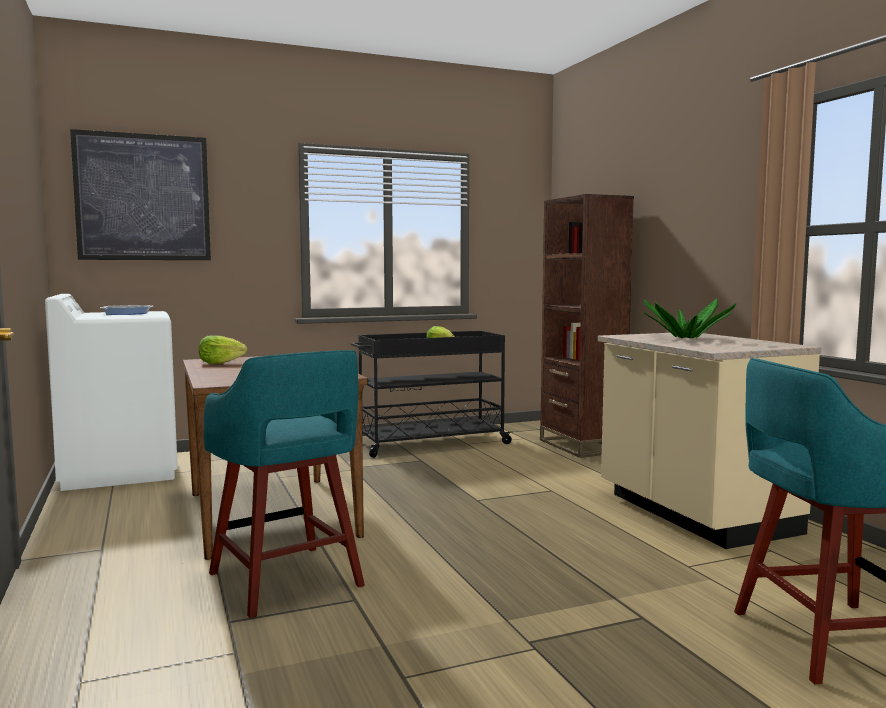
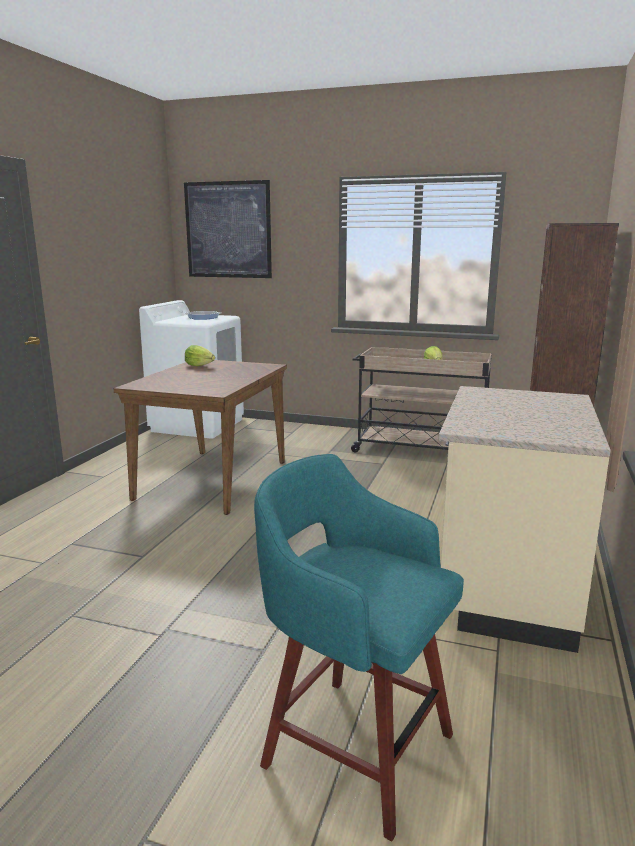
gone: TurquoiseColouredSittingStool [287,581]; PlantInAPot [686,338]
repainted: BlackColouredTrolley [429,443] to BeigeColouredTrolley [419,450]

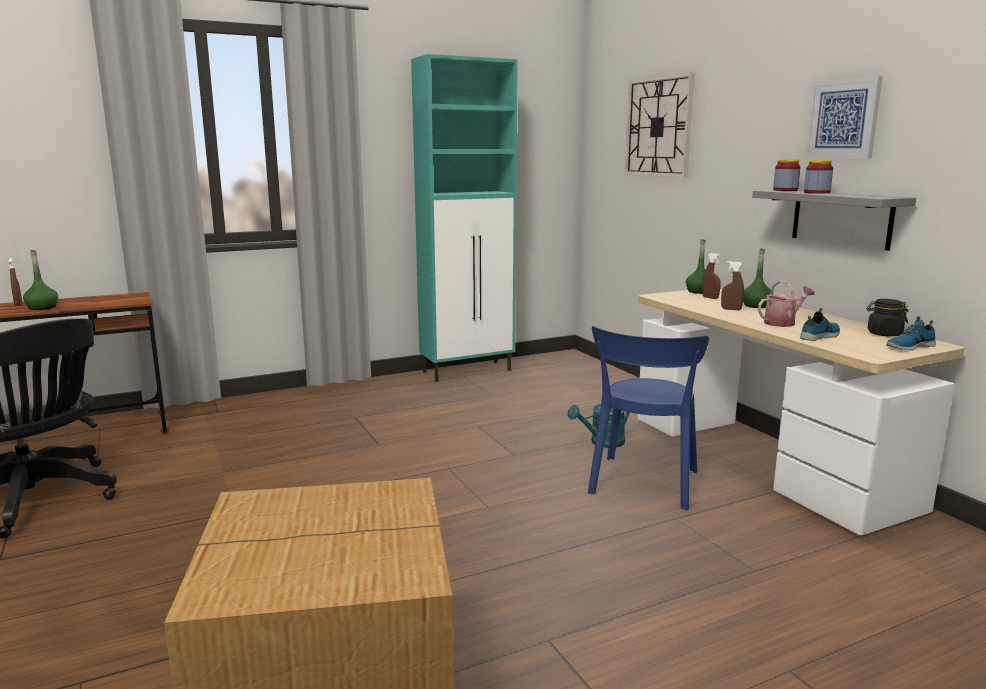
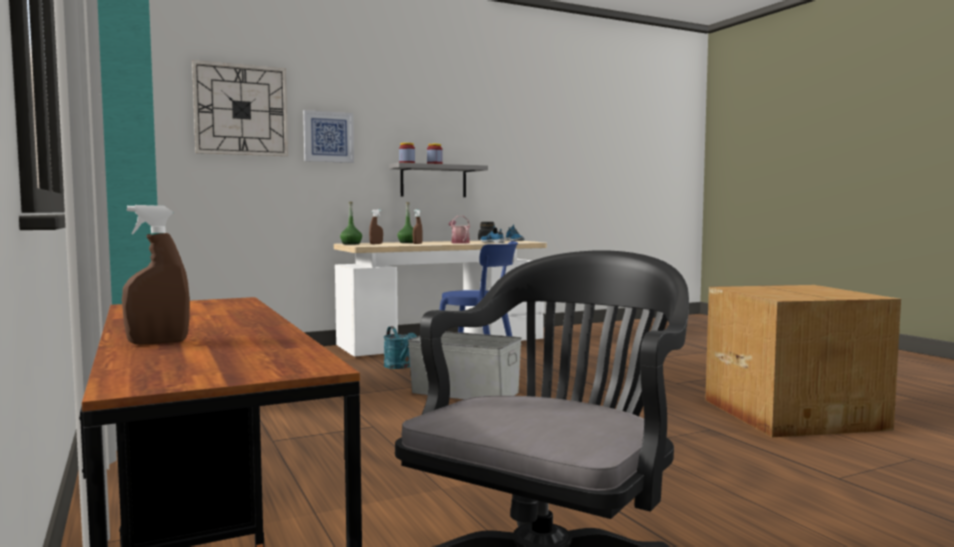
gone: GreenishBottle [42,307]
new: GrayStorageBin [465,392]
shifted: WallPicture [843,119] to [328,137]

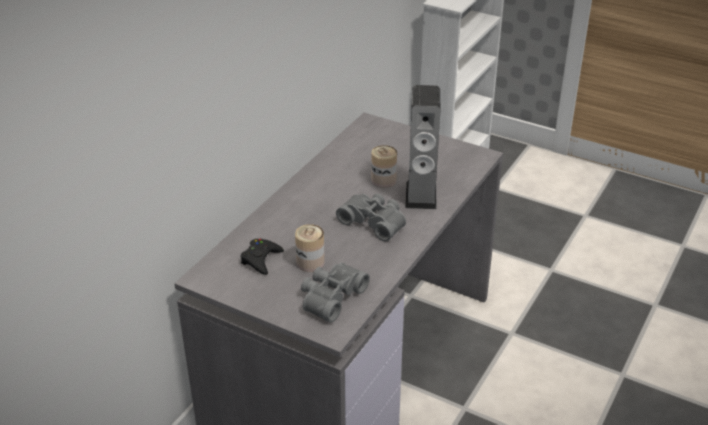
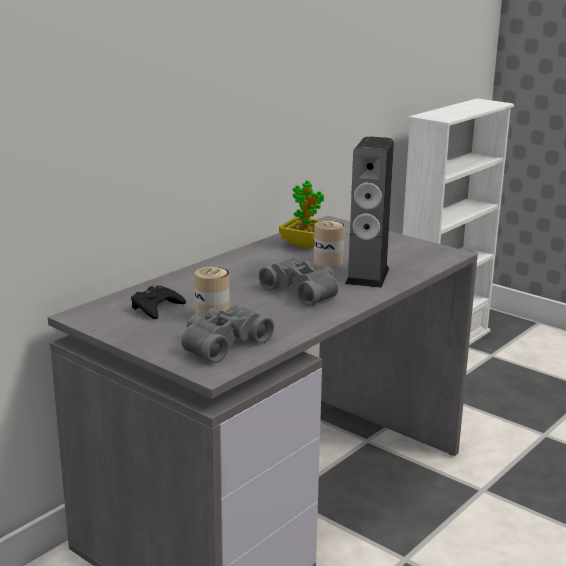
new: PlantInAPot [305,244]

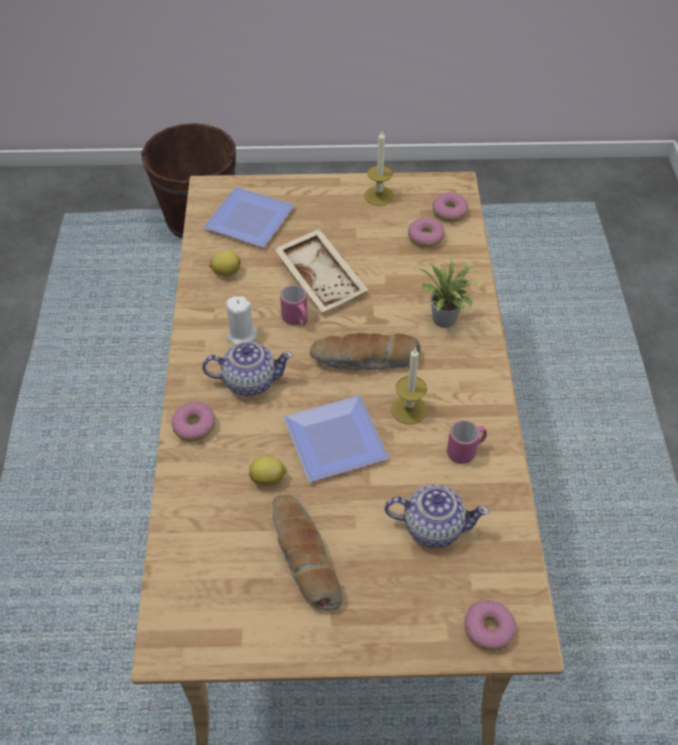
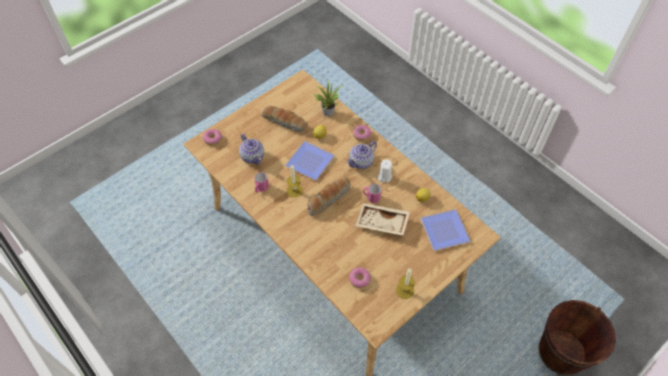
gone: Donut [449,212]
shifted: PlantInAPot [444,321] to [327,111]
rotated: PotForTea [432,526] = [252,156] 90 degrees counterclockwise

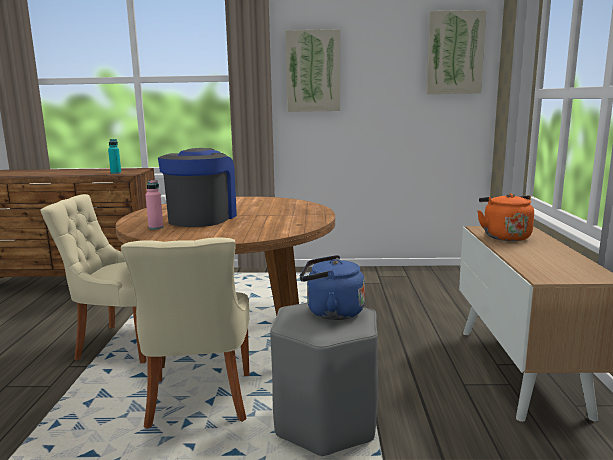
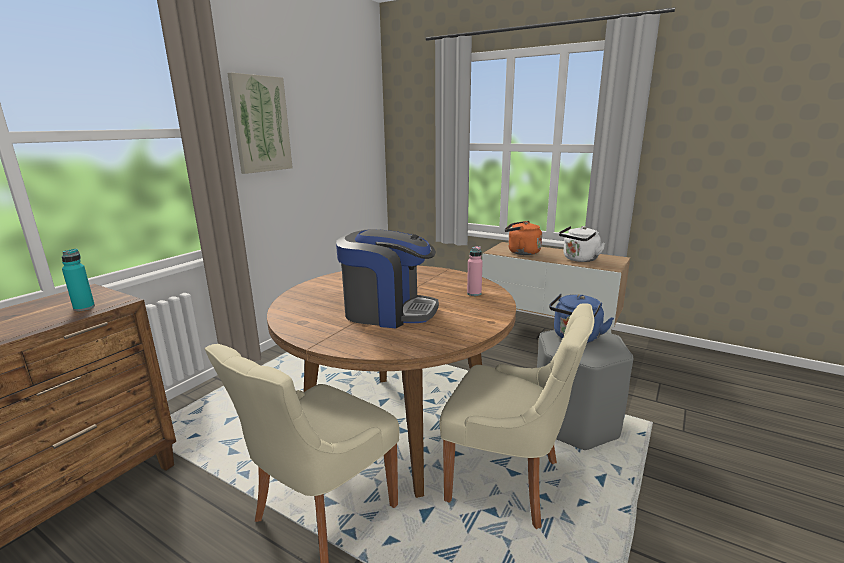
gone: WallPicture [455,53]
new: WhiteKettle [579,259]
shifted: PinkishBottle [156,228] to [474,293]
rotated: CoffeeMaker [202,218] = [388,312] 150 degrees clockwise

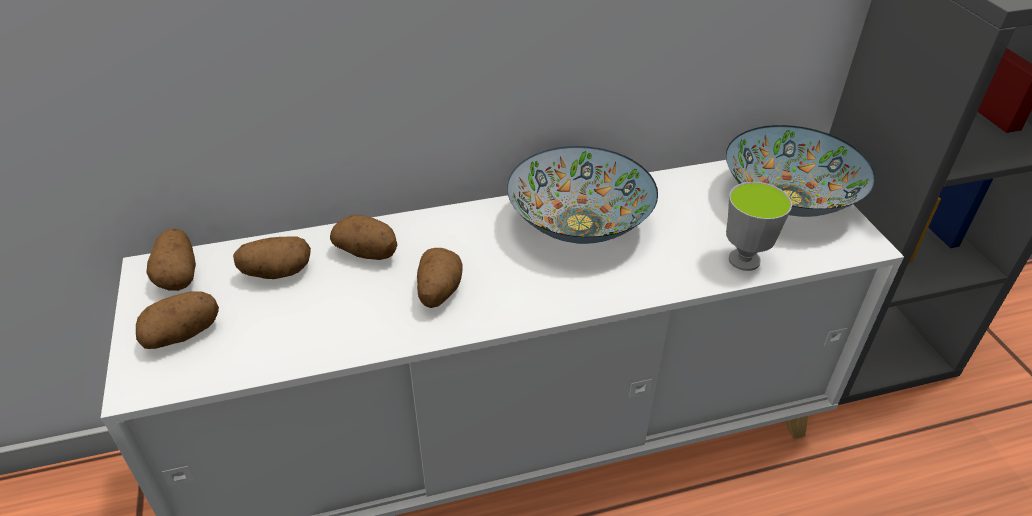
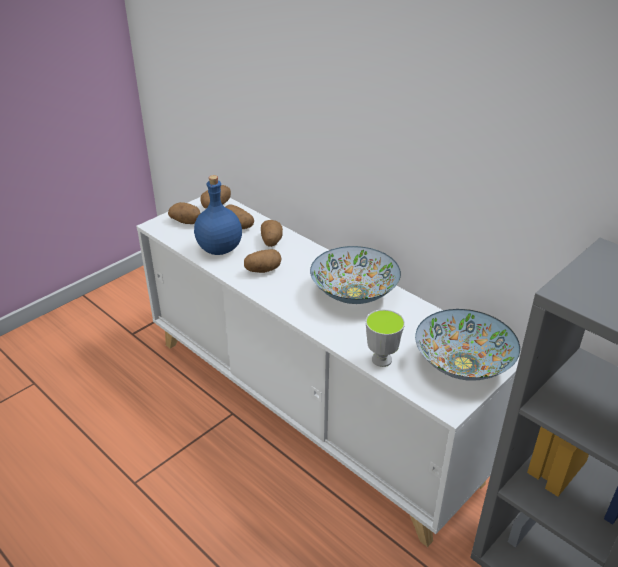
new: BlueColouredBottle [219,249]

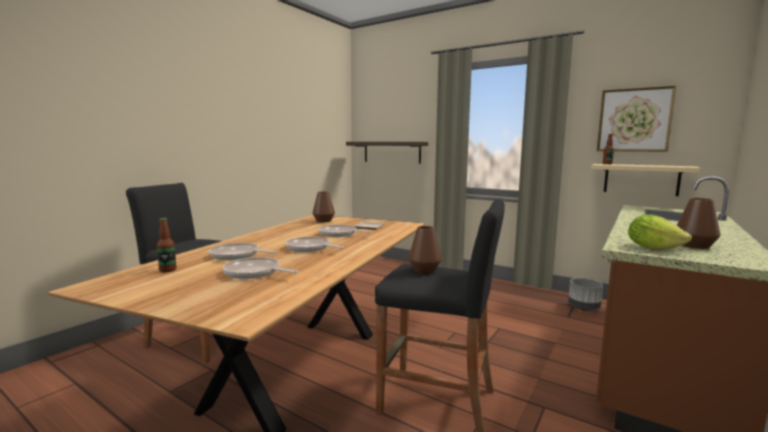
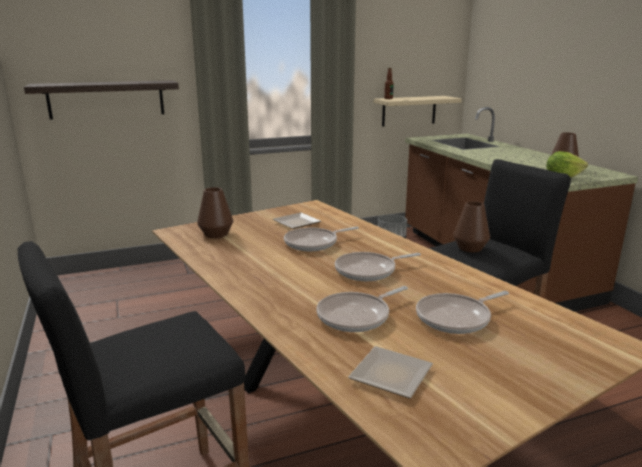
gone: WallPicture [634,120]
swapped: Bottle [168,270] to DinnerPlate [389,373]

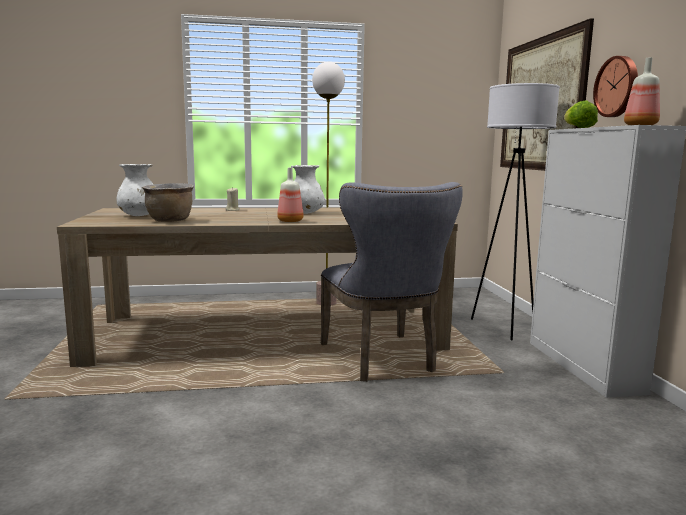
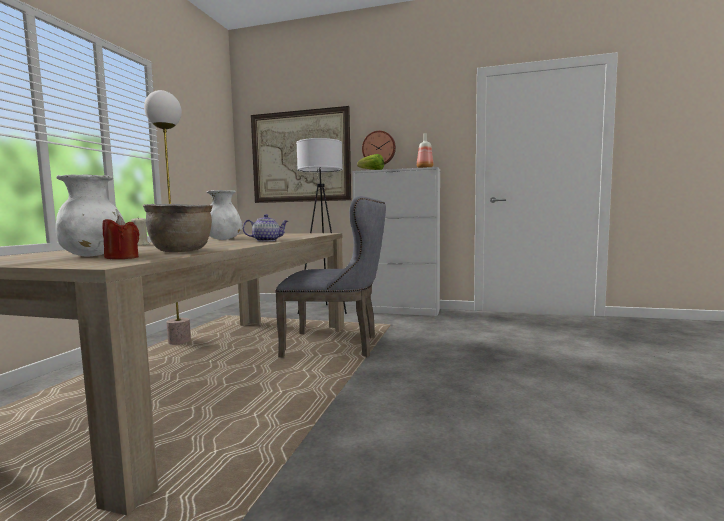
new: ReddishWaxLight [122,258]
swapped: Bottle [290,221] to PotForTea [267,240]

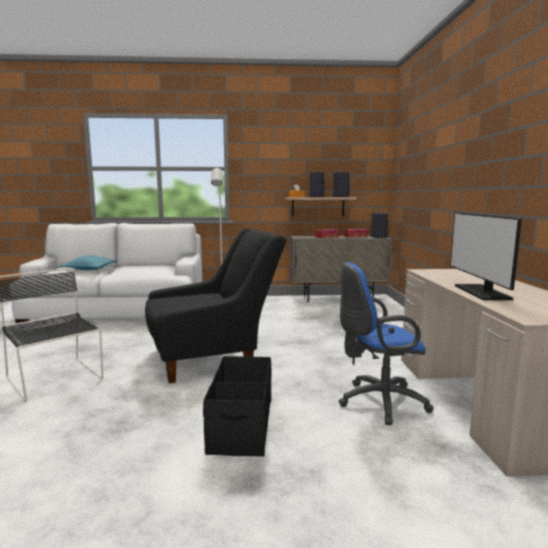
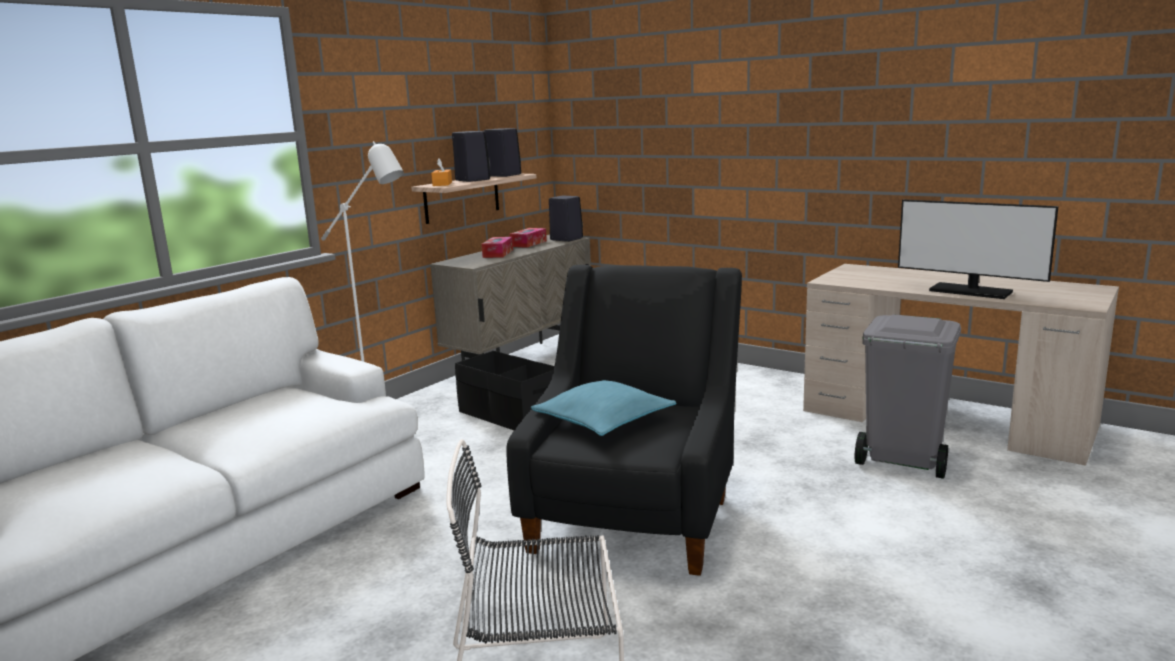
shifted: BlackColouredStorageBin [241,425] to [509,415]; TurquoiseColouredPillow [90,269] to [604,421]
swapped: BlueColouredDeskChair [378,402] to GrayWasteBin [902,461]

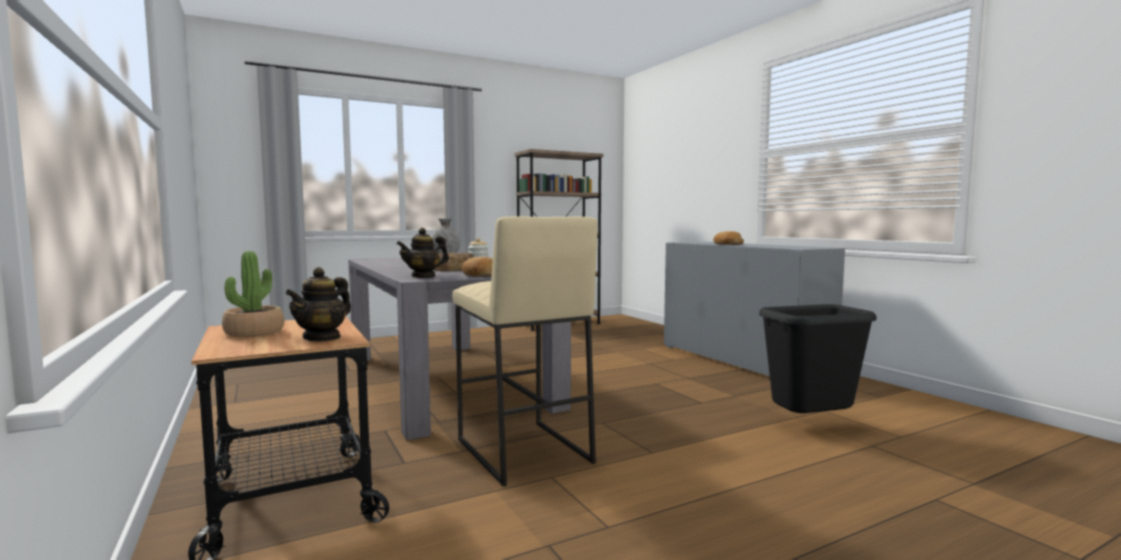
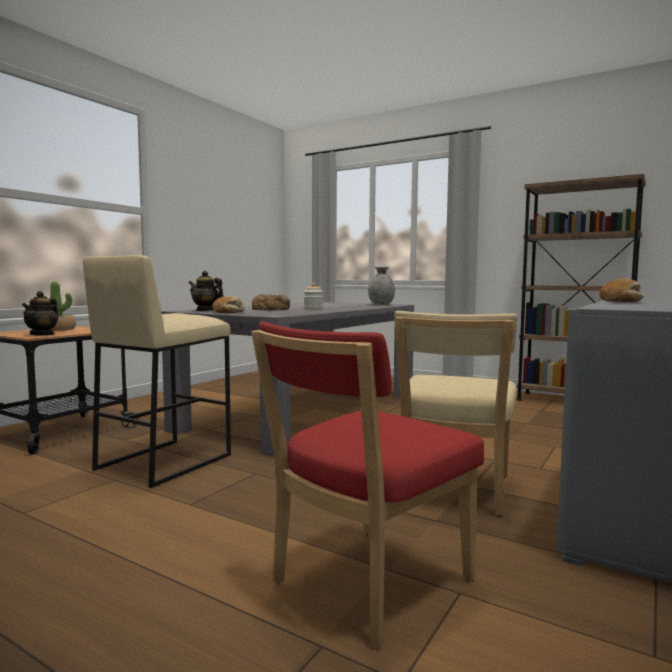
new: BeigeColouredPlainChair [453,491]
swapped: BlackColouredWasteBin [810,426] to ReddishPlainChair [365,584]
rotated: PotForTea [322,337] = [42,334] 75 degrees counterclockwise

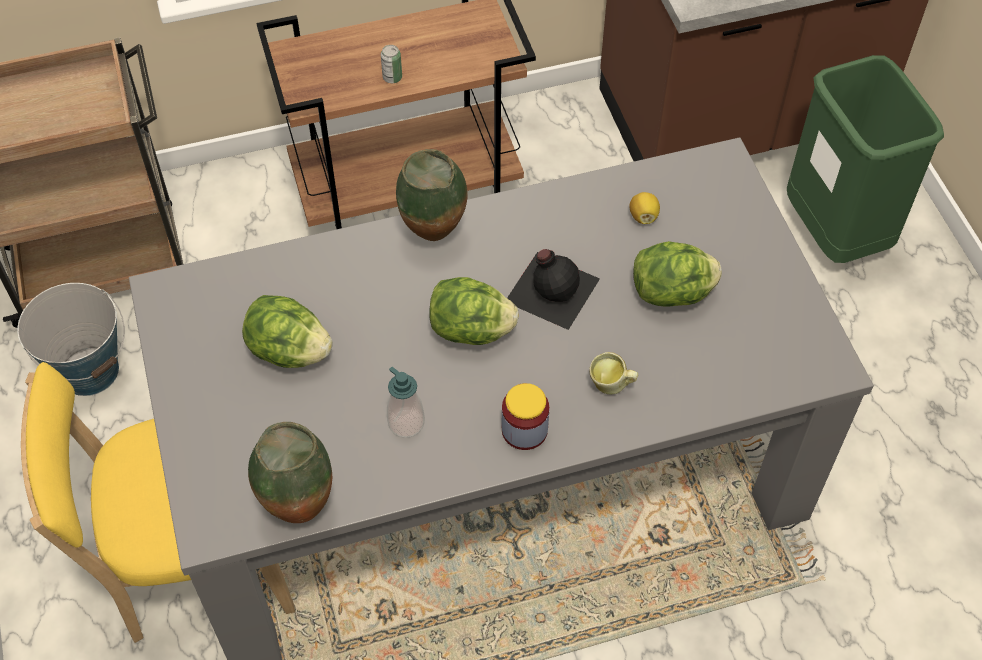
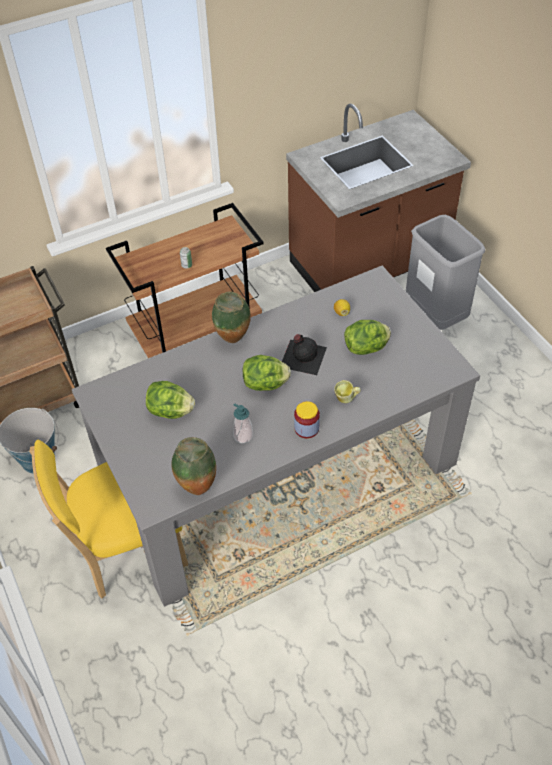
repainted: GreenishWasteBin [835,234] to GrayWasteBin [435,316]

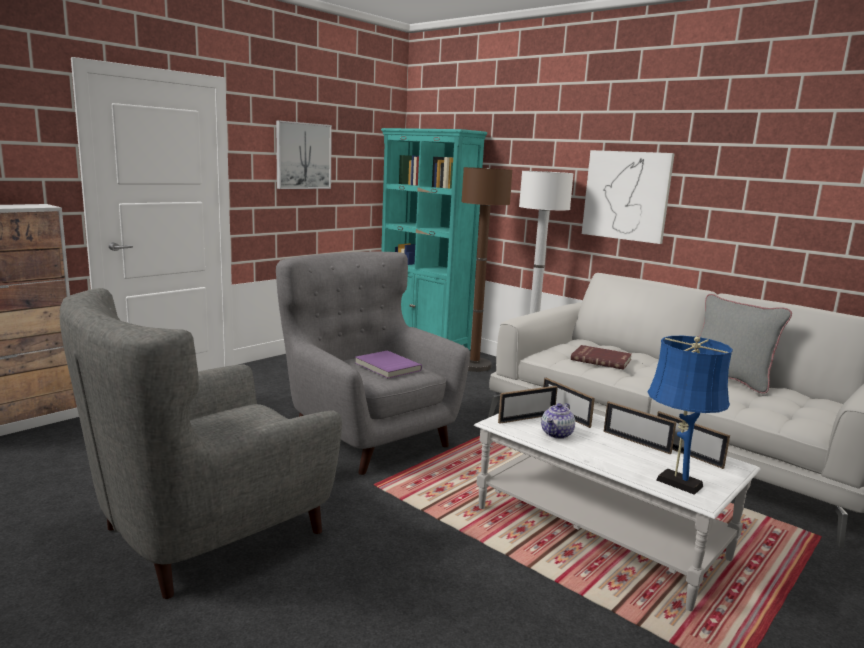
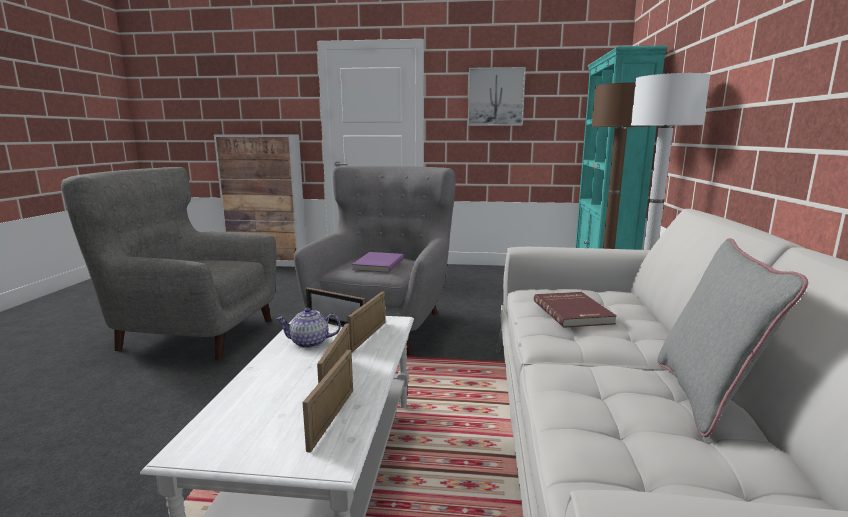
gone: WallPicture [626,195]; BlueColouredTableLamp [675,481]

